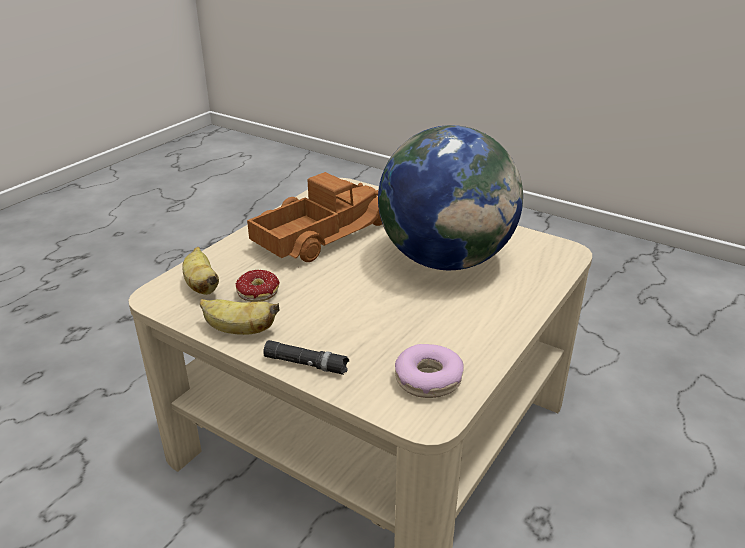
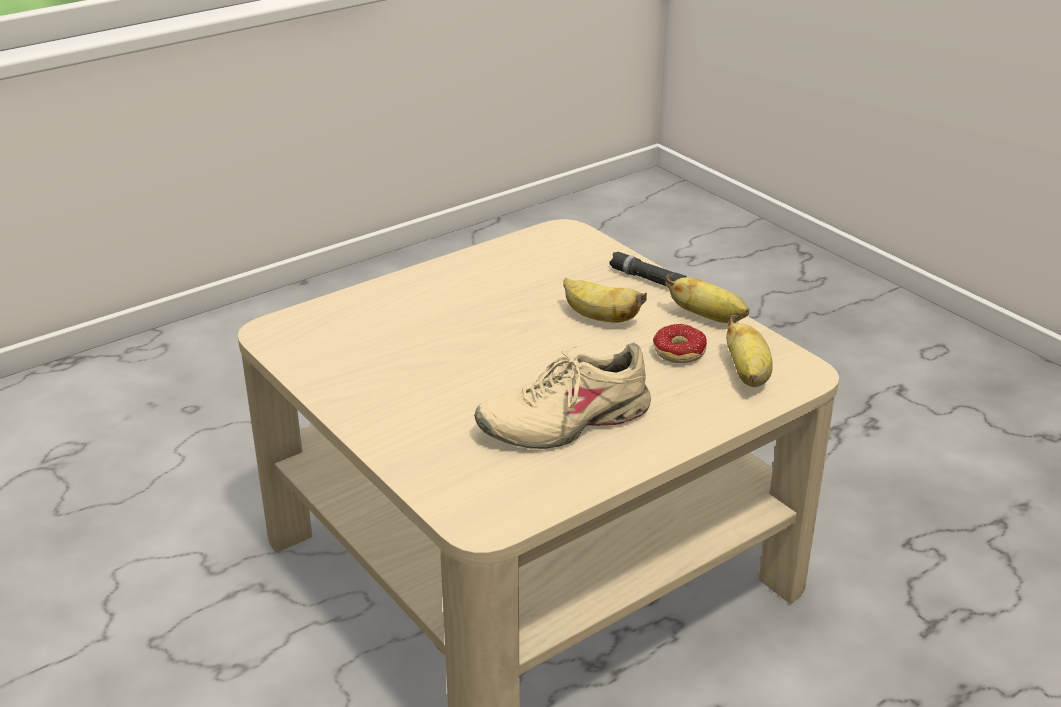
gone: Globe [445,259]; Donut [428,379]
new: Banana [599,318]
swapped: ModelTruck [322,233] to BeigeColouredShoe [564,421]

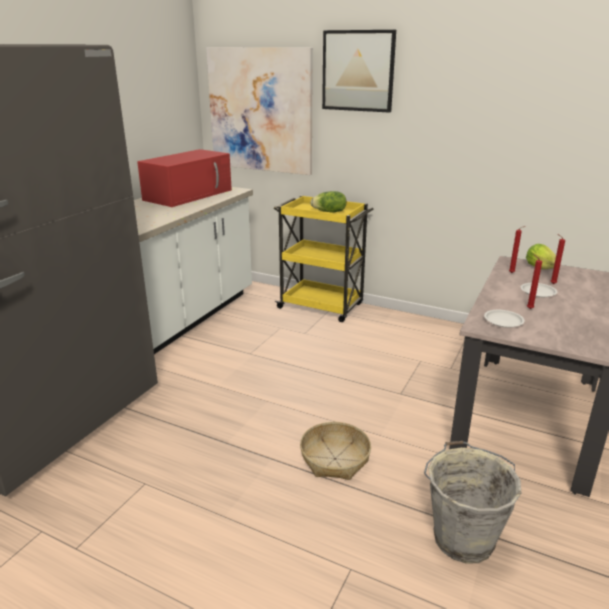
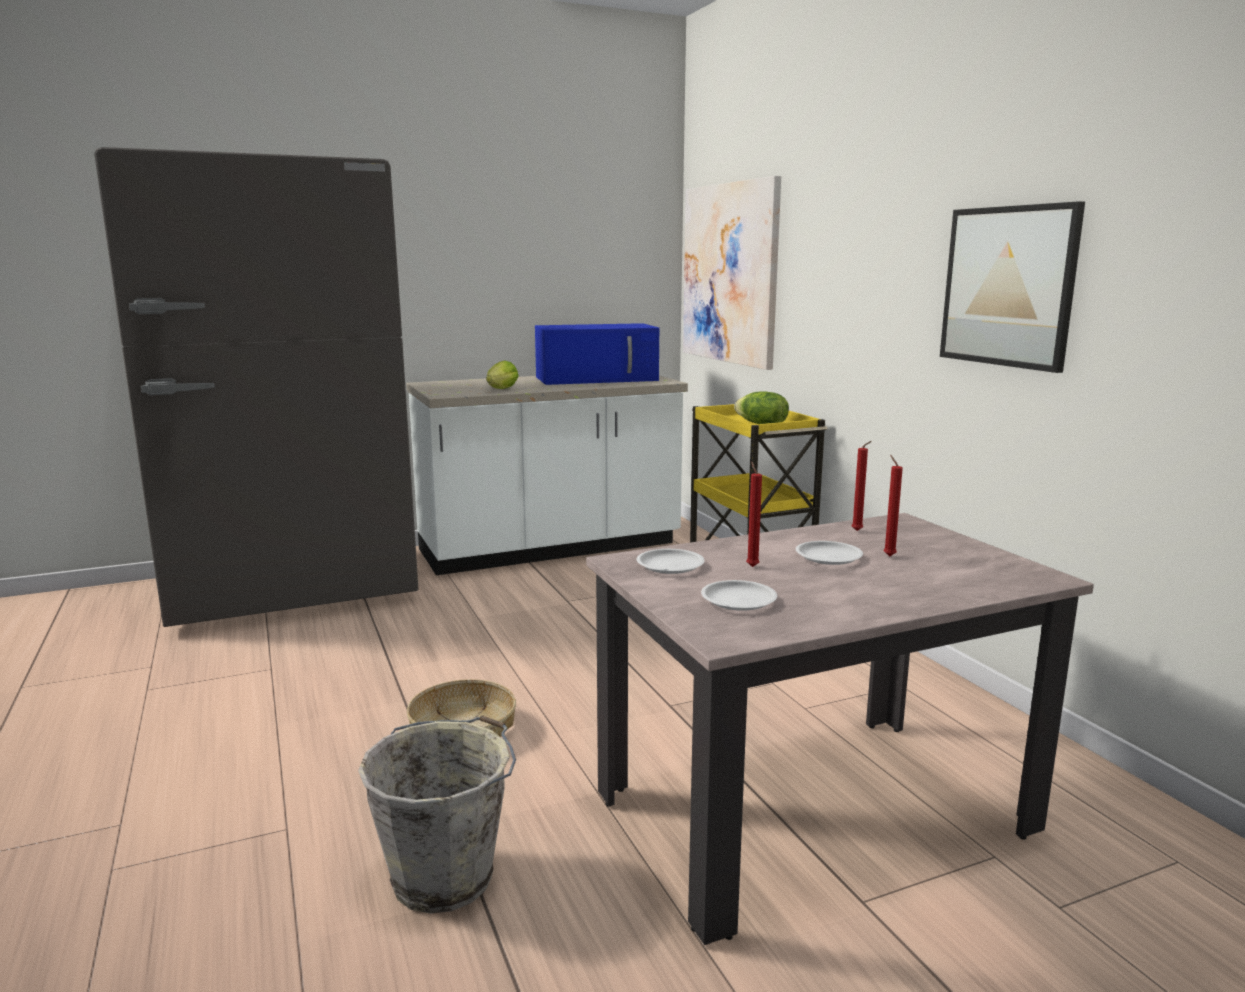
new: WhiteDinnerPlate [738,600]
shifted: Lettuce [542,269] to [500,389]; WallPicture [358,71] to [1008,286]
repainted: ReddishMicrowaveOven [189,194] to BlueColouredMicrowaveOven [598,378]

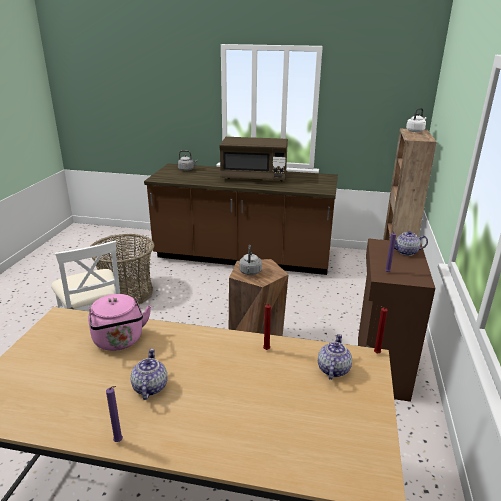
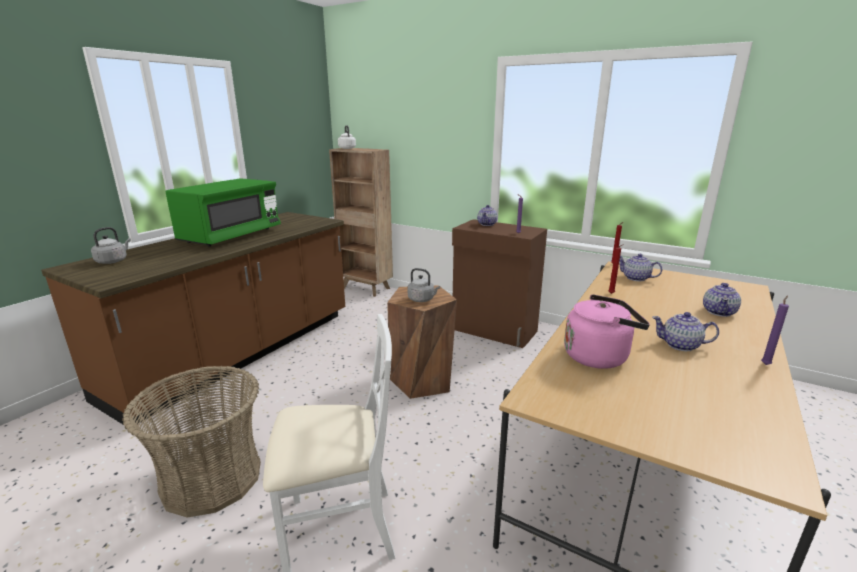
new: PotForTea [719,312]
repainted: BrownishMicrowaveOven [254,177] to GreenishMicrowaveOven [231,236]

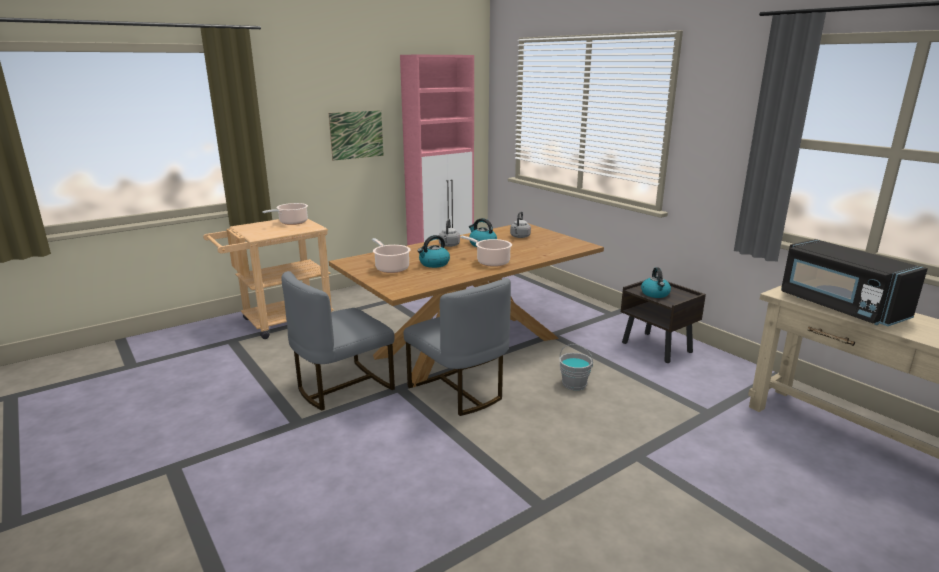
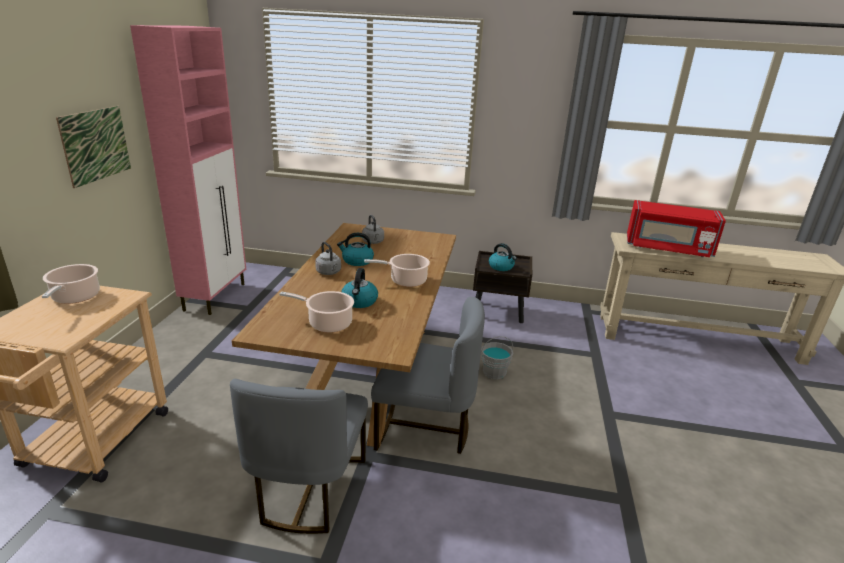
repainted: BlackColouredMicrowaveOven [839,307] to ReddishMicrowaveOven [668,248]

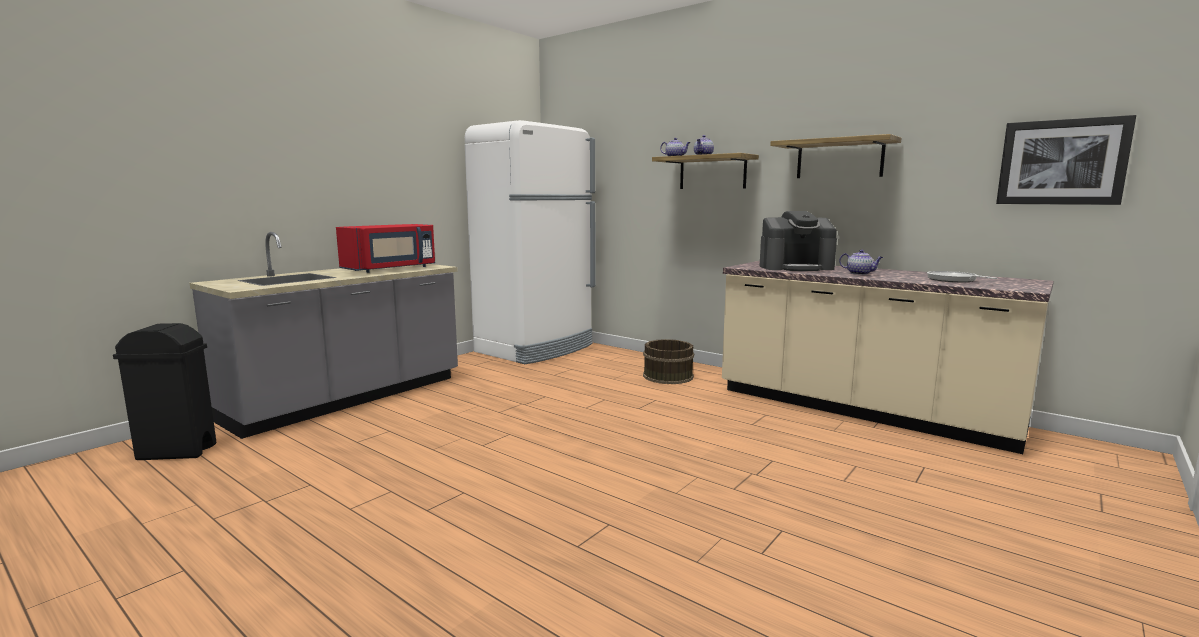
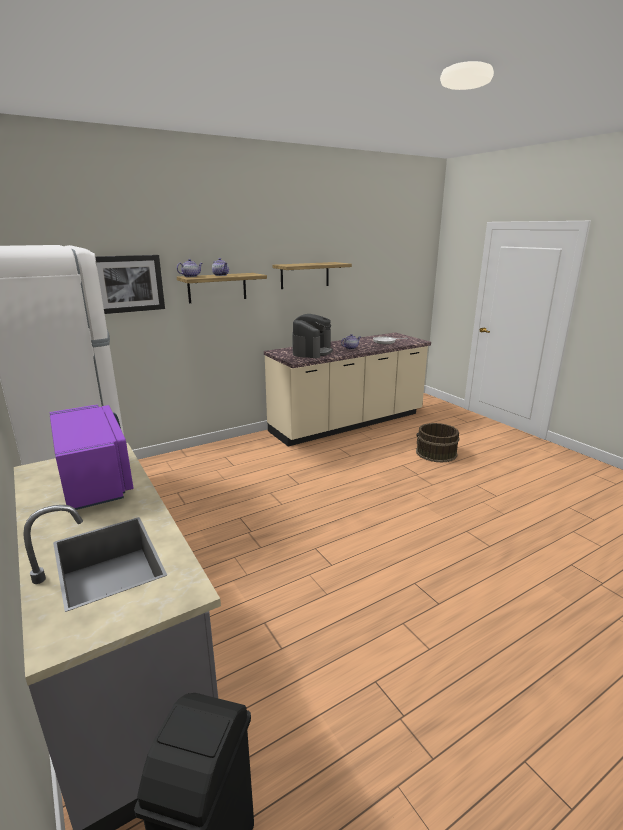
shifted: WallPicture [1061,162] to [128,284]; BrownishBucket [667,376] to [436,453]
repainted: ReddishMicrowaveOven [391,269] to PurpleMicrowaveOven [95,479]

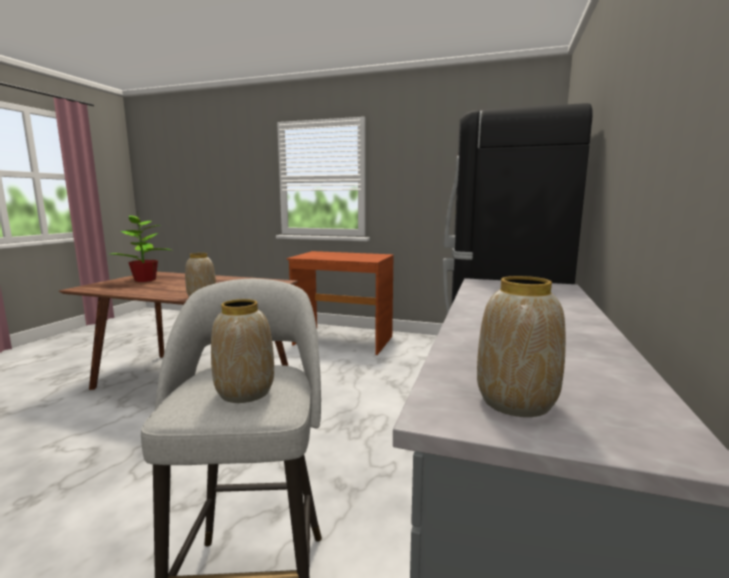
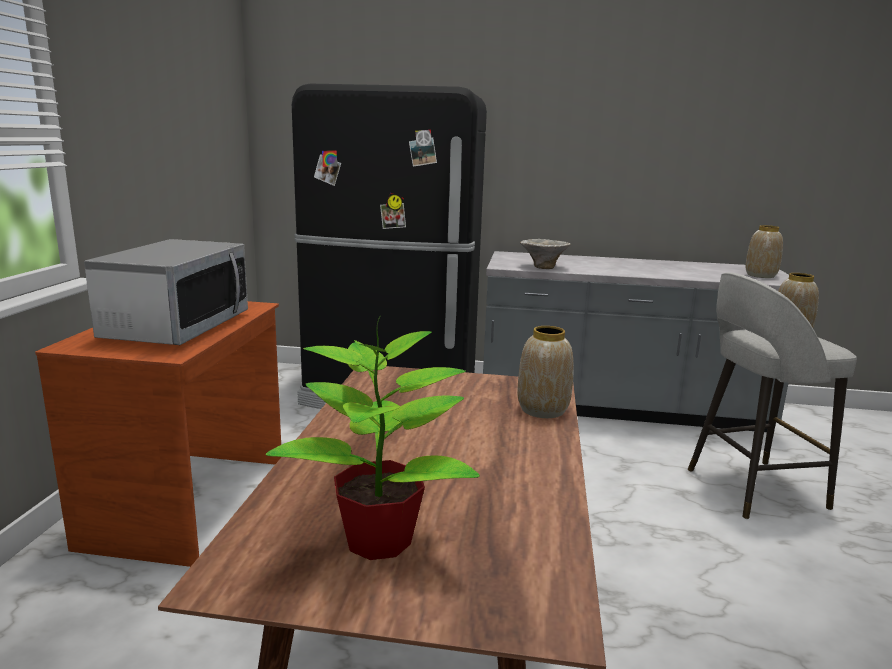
new: MicrowaveOven [177,327]; DeepDish [542,267]

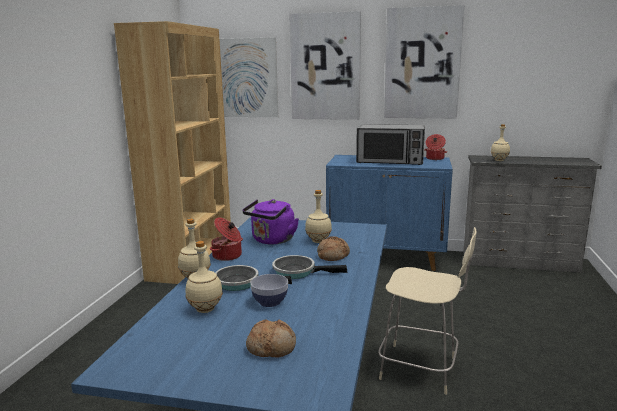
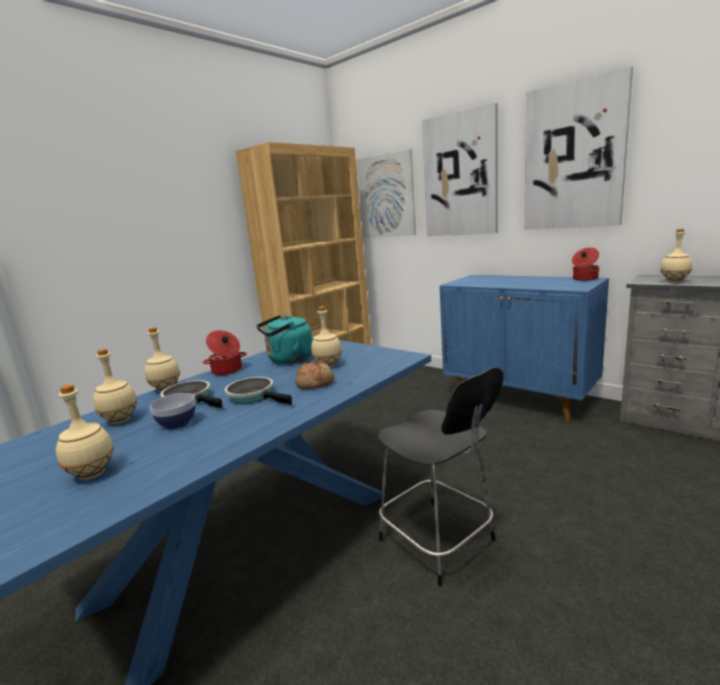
gone: MicrowaveOven [390,161]
swapped: BakedBread [272,347] to BeigeColouredBottle [93,474]
repainted: PurpleKettle [272,240] to TurquoiseColouredKettle [288,360]; BeigeColouredPlainChair [421,369] to BlackColouredPlainChair [439,542]

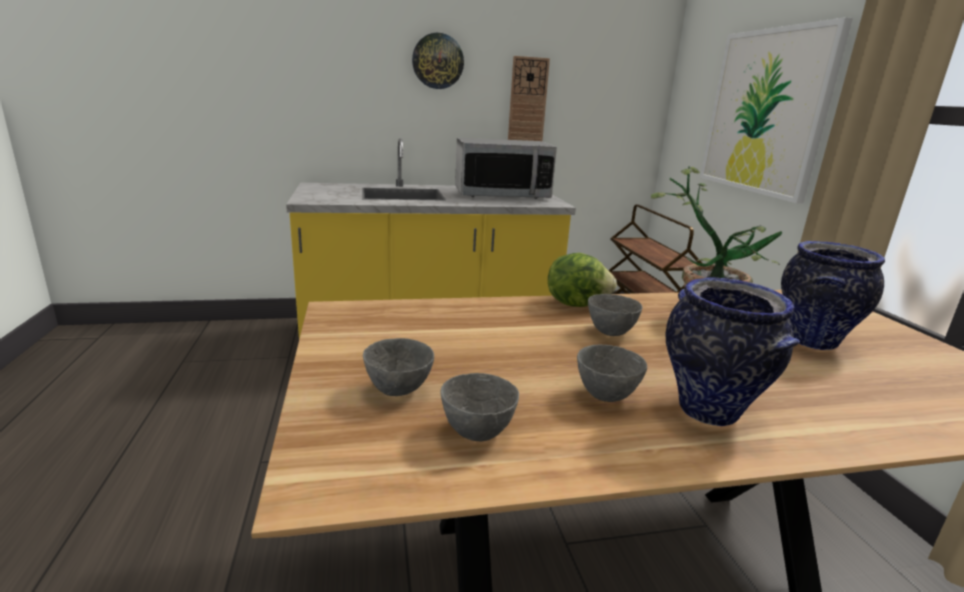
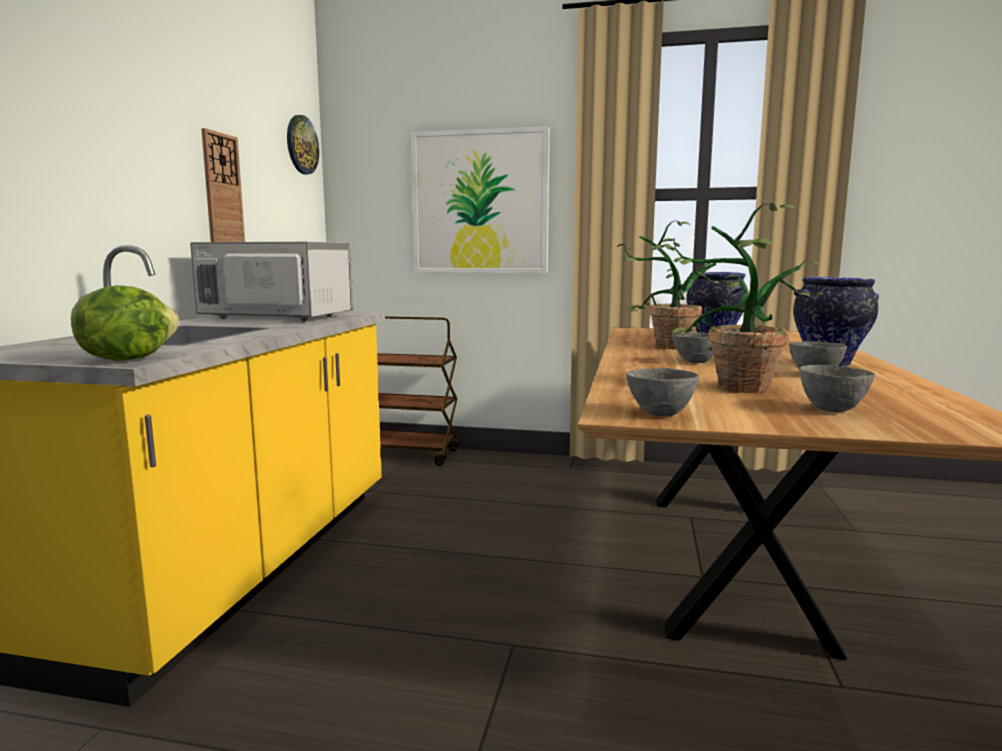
new: PlantInAPot [730,388]
shifted: Lettuce [576,303] to [127,359]; WallClock [438,61] to [301,145]; GrayDeepDish [476,432] to [660,414]
rotated: MicrowaveOven [501,194] = [277,317] 90 degrees counterclockwise

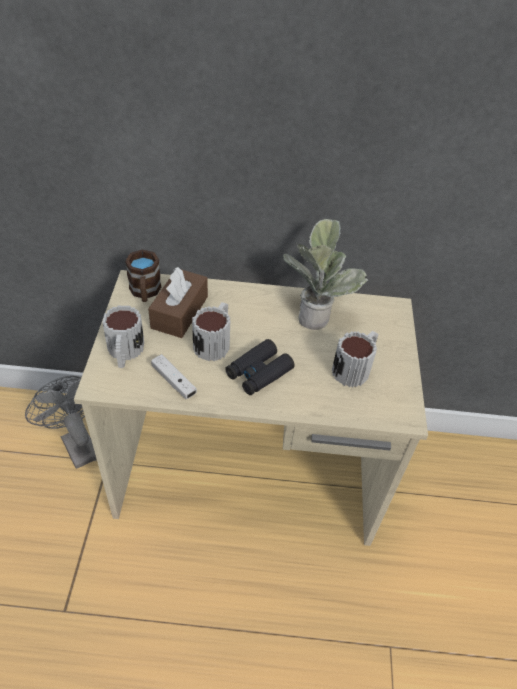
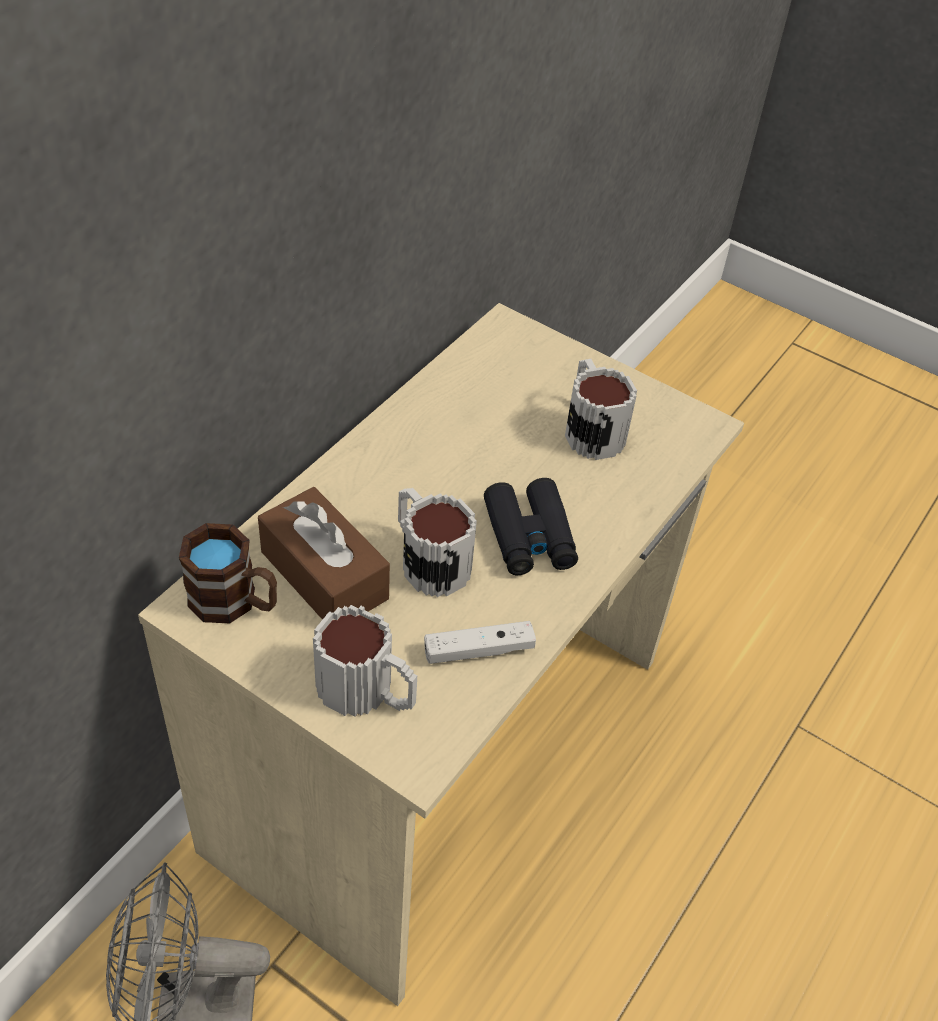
gone: PlantInAPot [314,313]

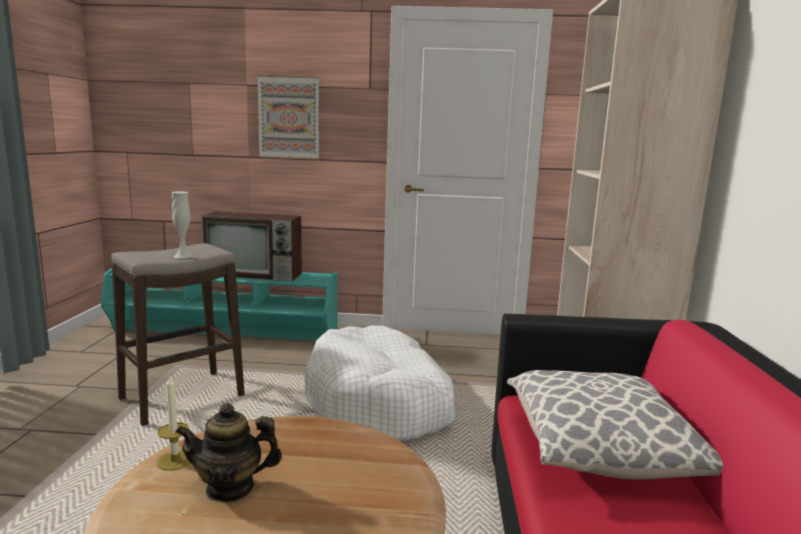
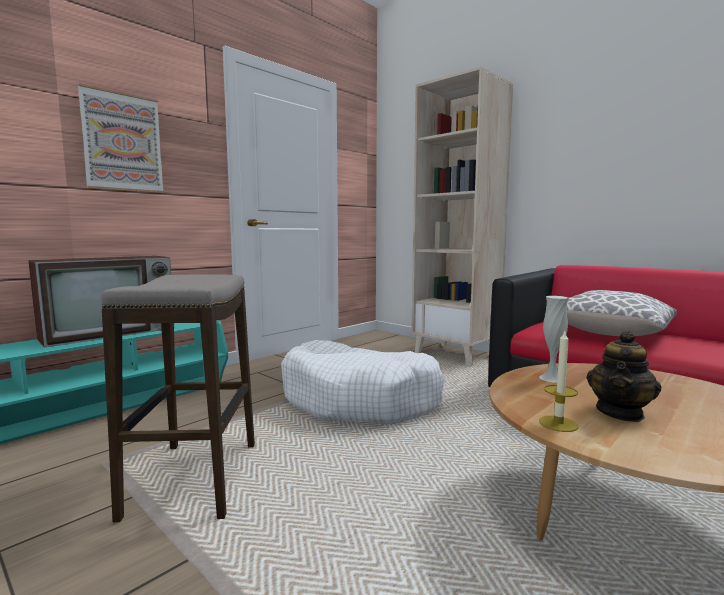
shifted: WhiteVase [183,256] to [551,378]

